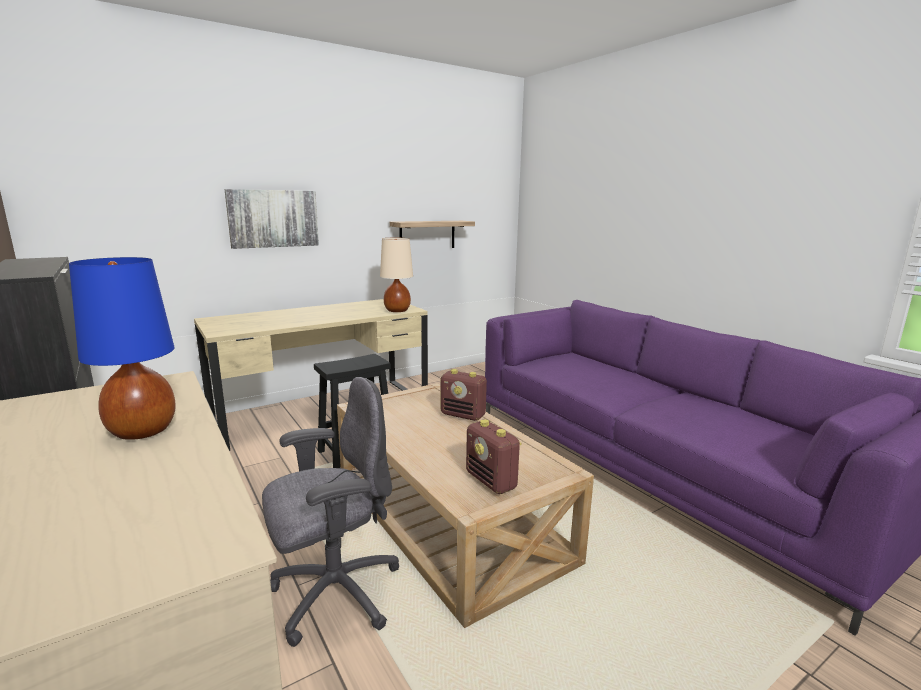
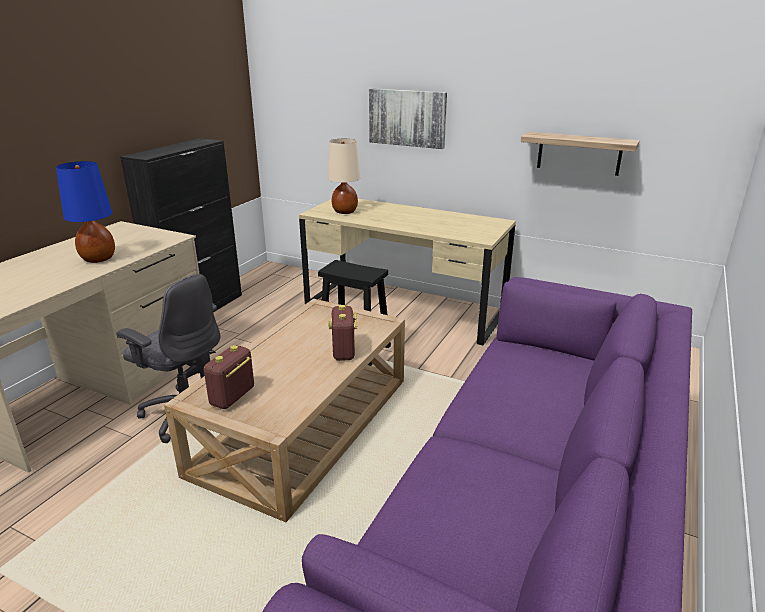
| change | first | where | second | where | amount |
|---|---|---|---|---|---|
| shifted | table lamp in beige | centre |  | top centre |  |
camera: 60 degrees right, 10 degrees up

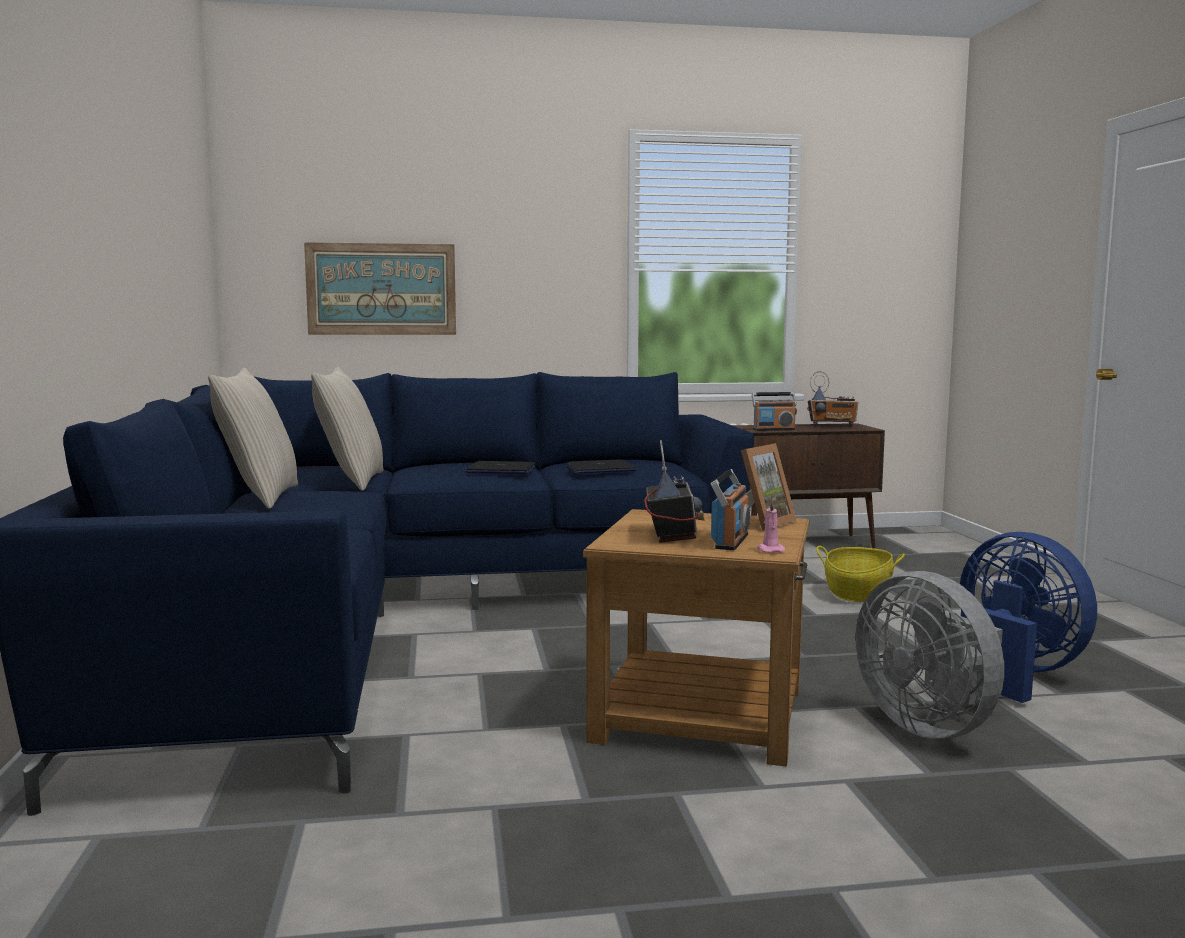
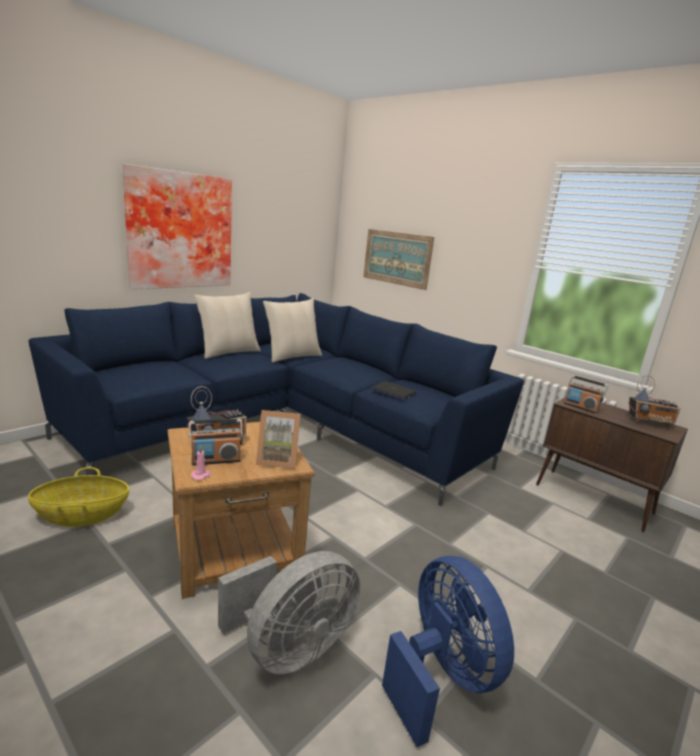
| change | first | where | second | where | amount |
|---|---|---|---|---|---|
| gone | laptop (no. 1 from left) | centre |  |  |  |
| rotated | radio (no. 4 from left) | middle right |  | middle right | 45 degrees counterclockwise |
| shifted | basket | middle right |  | middle left |  |
| rotated | fan in grey | bottom right |  | bottom centre | 150 degrees counterclockwise |
| rotated | fan in blue | middle right |  | bottom centre | 45 degrees counterclockwise |
| new |  |  | picture (no. 1 from left) | top left |  |
camera: 50 degrees right, 10 degrees up

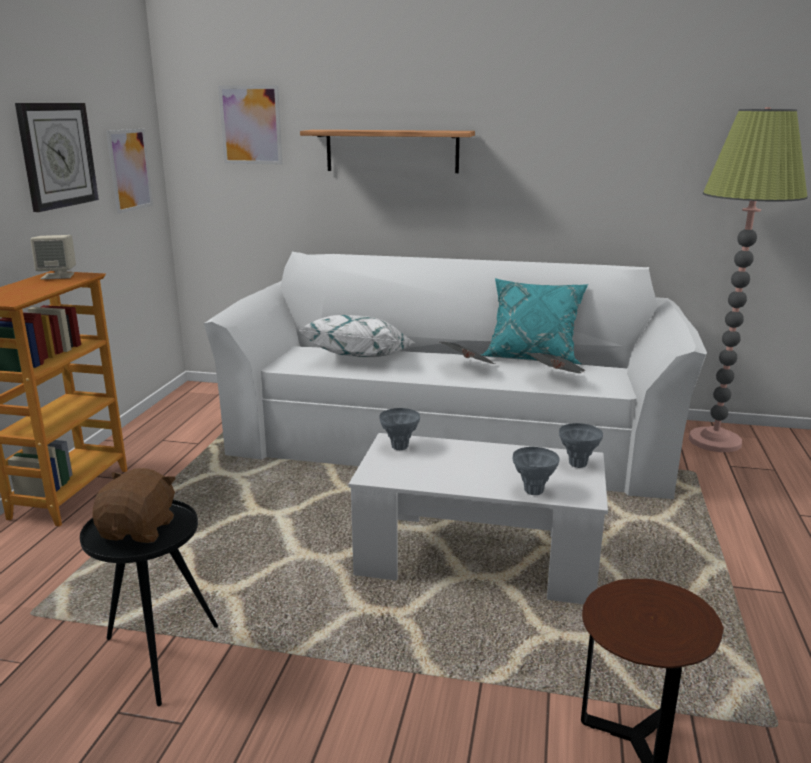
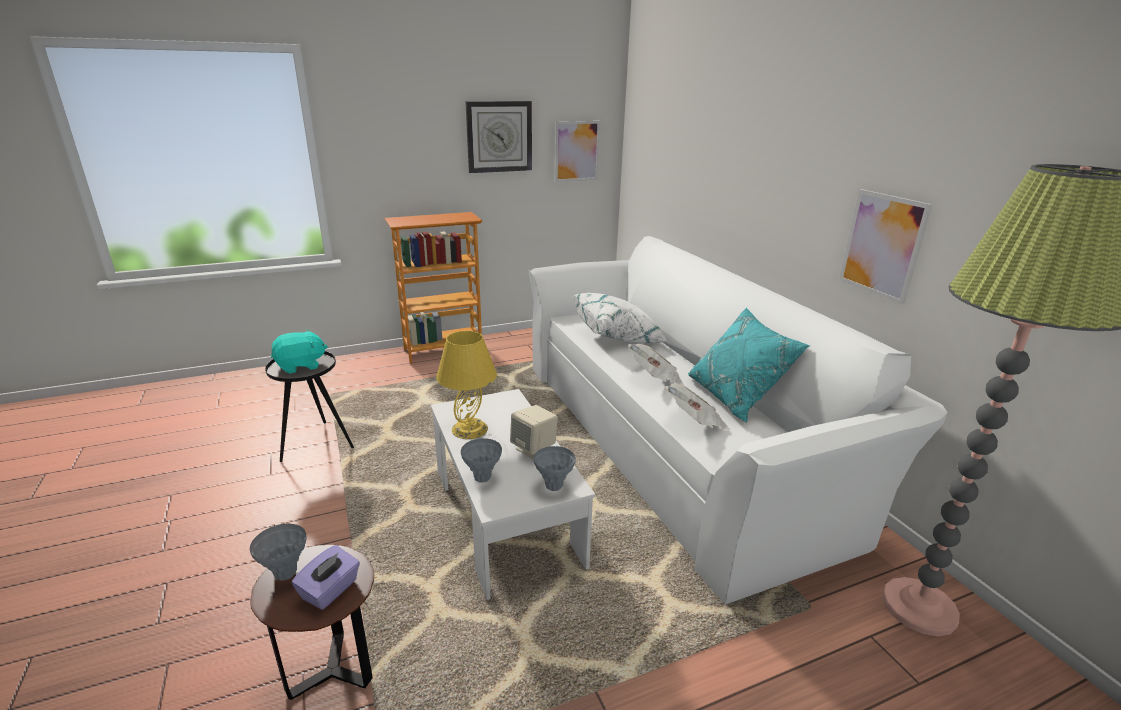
| change | first | where | second | where | amount |
|---|---|---|---|---|---|
| shifted | speaker in beige | middle left |  | centre |  |
| repainted | plush toy in brown | middle left | plush toy in turquoise | middle left |  |
| shifted | picture (no. 2 from left) | top left |  | middle right |  |
| gone | shelf | top centre |  |  |  |
| shifted | vase in grey (no. 1 from left) | centre |  | bottom left |  |
| new |  |  | tissue box in purple | bottom left |  |
| new |  |  | table lamp in yellow | centre |  |
camera: 55 degrees right, 5 degrees up

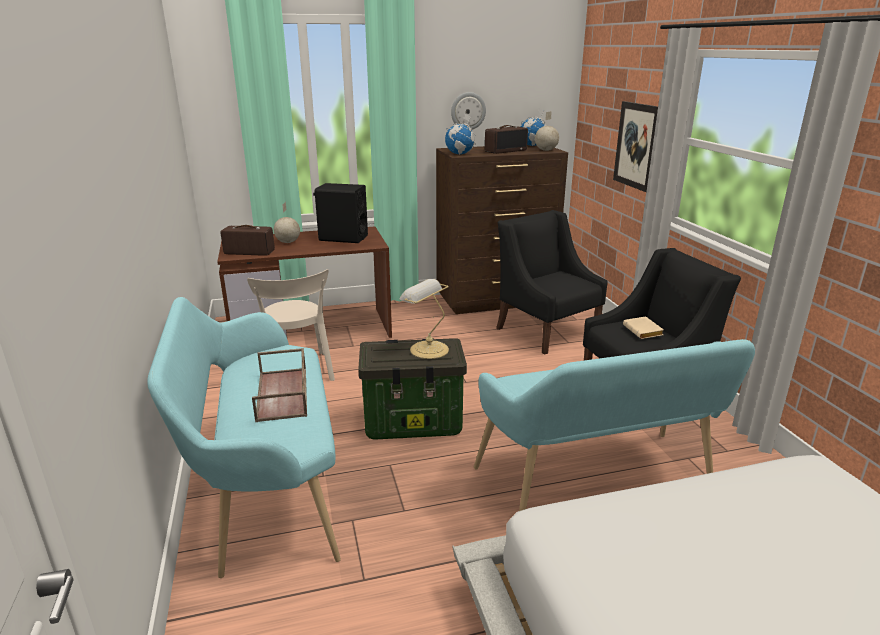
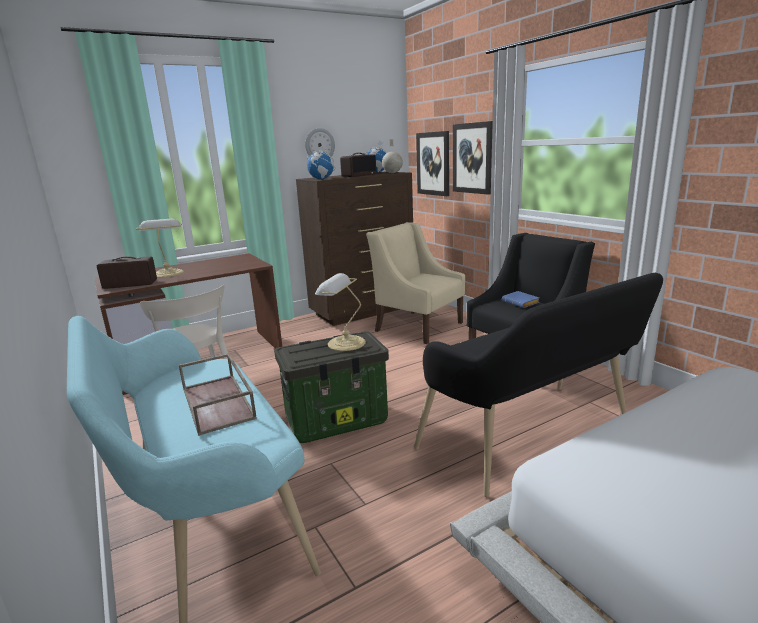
| change | first | where | second | where | amount |
|---|---|---|---|---|---|
| swapped | globe (no. 1 from left) | middle left | table lamp (no. 1 from left) | middle left |  |
| gone | speaker in black | centre |  |  |  |
| repainted | bench in turquoise (no. 2 from left) | bottom right | bench in black | middle right |  |
| repainted | armchair in black (no. 1 from left) | centre | armchair in beige | centre |  |
| repainted | book in beige | middle right | book in blue | middle right |  |
| new |  |  | picture (no. 1 from left) | top centre |  |
camera: 15 degrees left, 5 degrees down

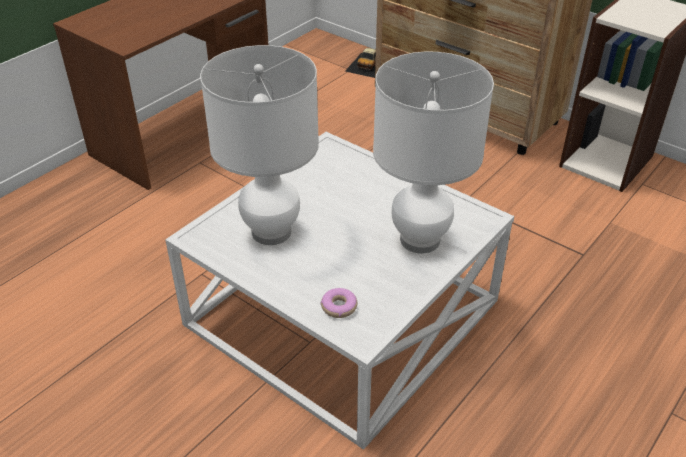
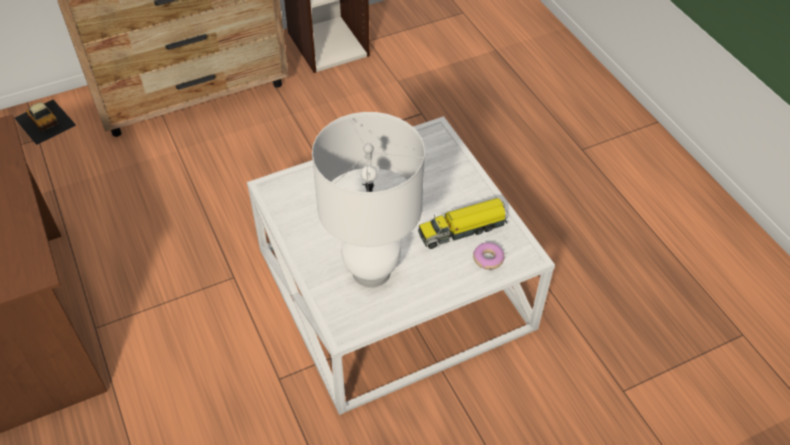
| change | first | where | second | where | amount |
|---|---|---|---|---|---|
| gone | table lamp in white (no. 2 from left) | top centre |  |  |  |
| new |  |  | toy truck | centre |  |
camera: 65 degrees left, 10 degrees up

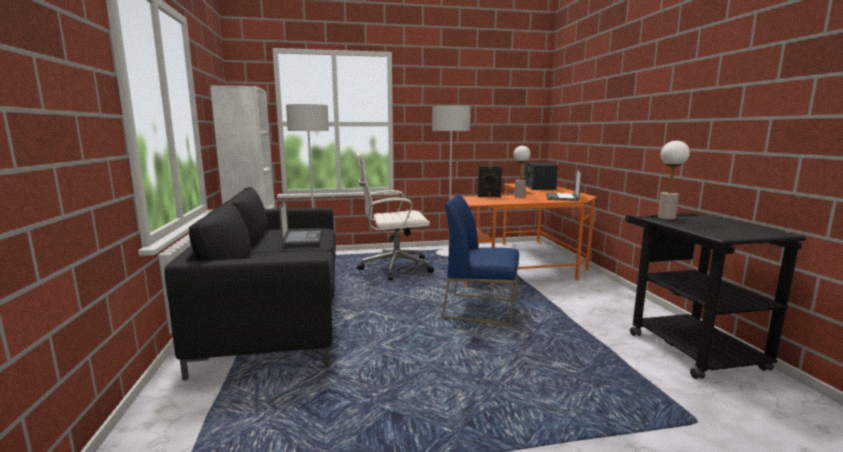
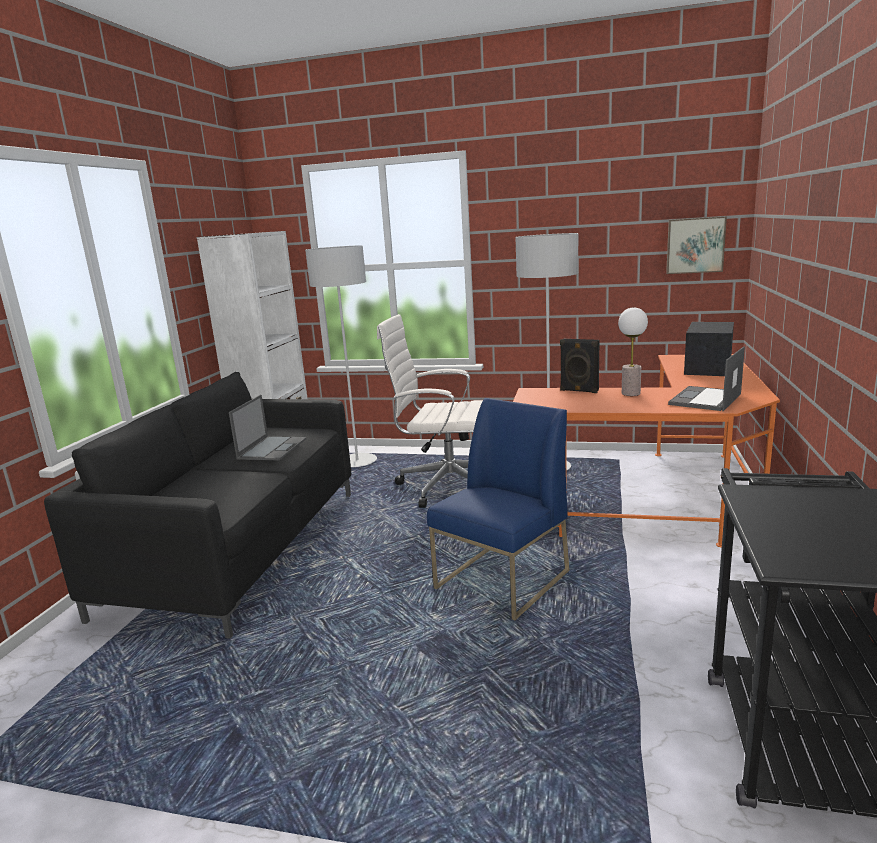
| change | first | where | second | where | amount |
|---|---|---|---|---|---|
| rotated | chair in blue | centre |  | centre | 90 degrees clockwise |
| gone | table lamp (no. 2 from left) | middle right |  |  |  |
| new |  |  | picture | top right |  |
camera: 25 degrees right, 5 degrees up

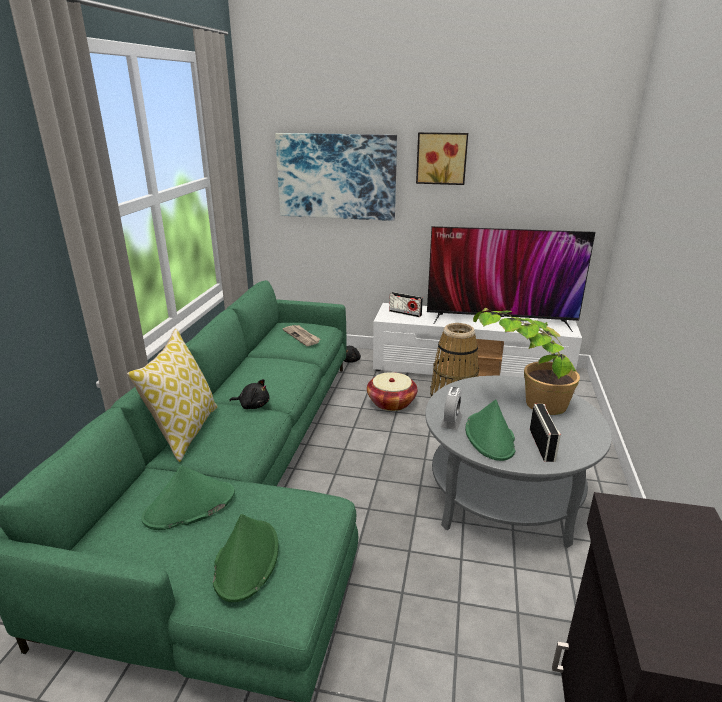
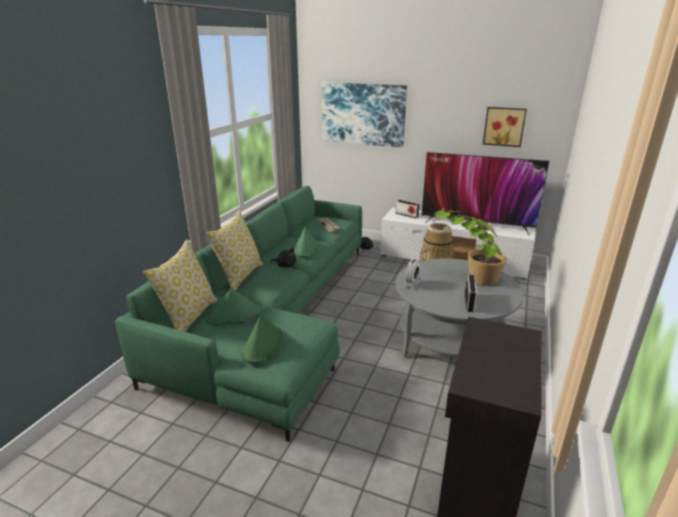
| change | first | where | second | where | amount |
|---|---|---|---|---|---|
| gone | basket (no. 1 from left) | centre |  |  |  |
| shifted | picture (no. 2 from left) | top centre |  | top right |  |
| shifted | hat in green (no. 3 from left) | middle right |  | centre |  |
| new |  |  | pillow (no. 1 from left) | middle left |  |
camera: 10 degrees right, 0 degrees up

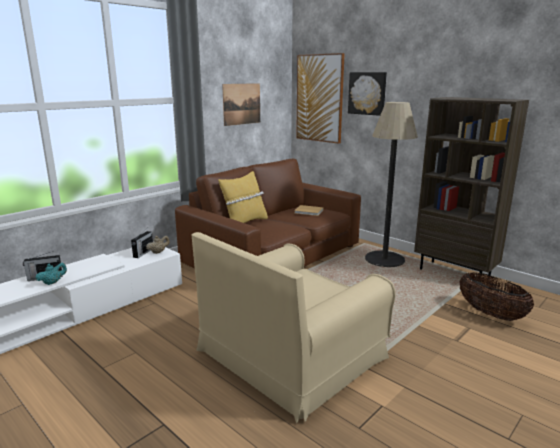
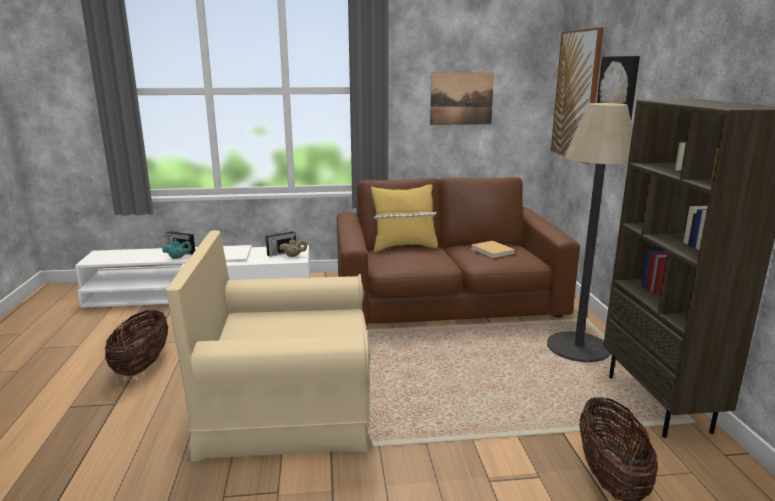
| change | first | where | second | where | amount |
|---|---|---|---|---|---|
| new |  |  | basket (no. 1 from left) | bottom left |  |
camera: 40 degrees right, 0 degrees up

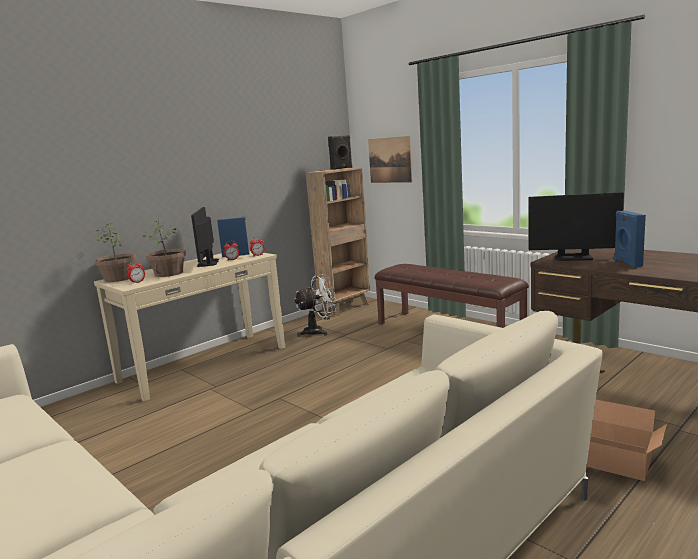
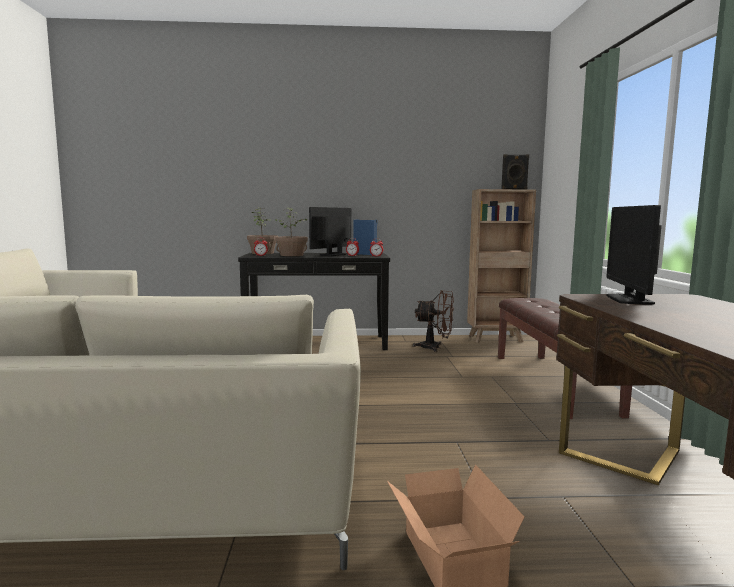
| change | first | where | second | where | amount |
|---|---|---|---|---|---|
| repainted | console table in beige | middle left | console table in black | centre |  |
| repainted | fan in white | centre | fan in brown | centre |  |
| gone | picture | top centre |  |  |  |
| rotated | monitor (no. 2 from left) | middle right |  | middle right | 45 degrees clockwise |
| gone | speaker in blue (no. 2 from left) | middle right |  |  |  |
camera: 40 degrees right, 5 degrees down

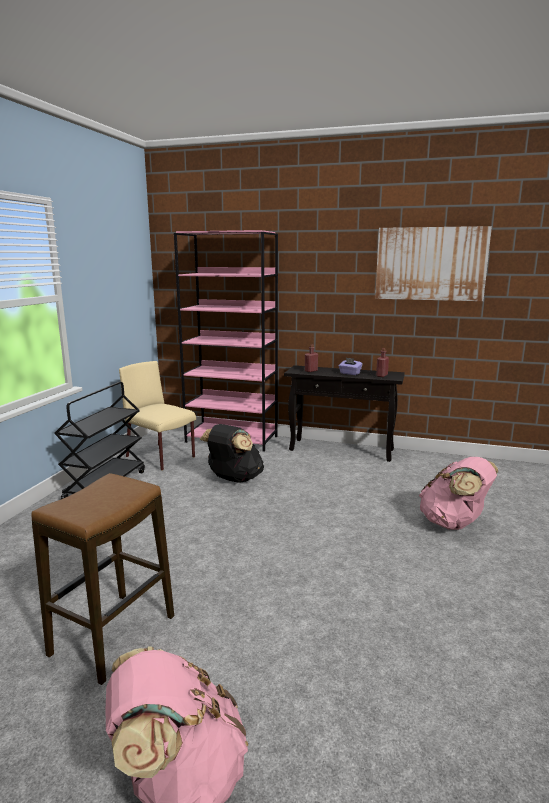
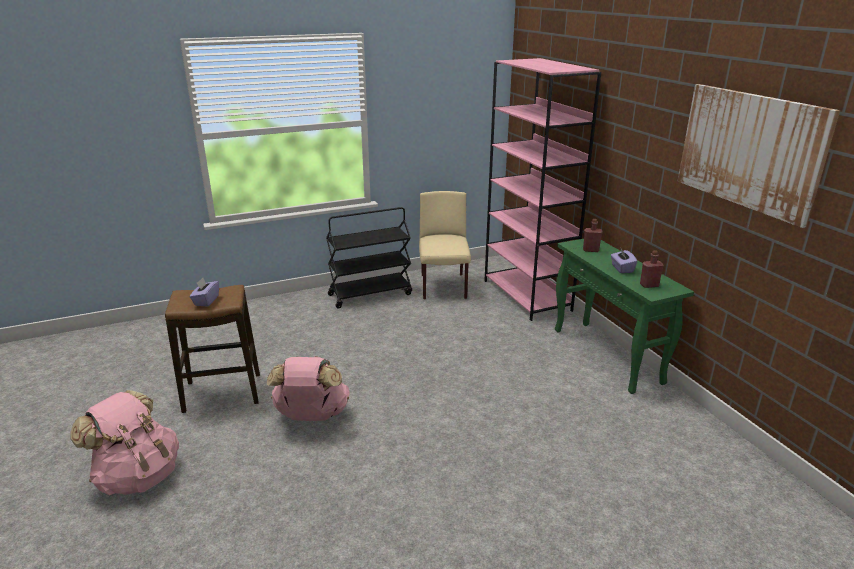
| change | first | where | second | where | amount |
|---|---|---|---|---|---|
| gone | backpack in black | centre |  |  |  |
| repainted | console table in black | centre | console table in green | middle right |  |
| shifted | backpack in pink (no. 2 from left) | middle right |  | bottom centre |  |
| new |  |  | tissue box in purple (no. 1 from left) | middle left |  |
camera: 50 degrees right, 10 degrees up

